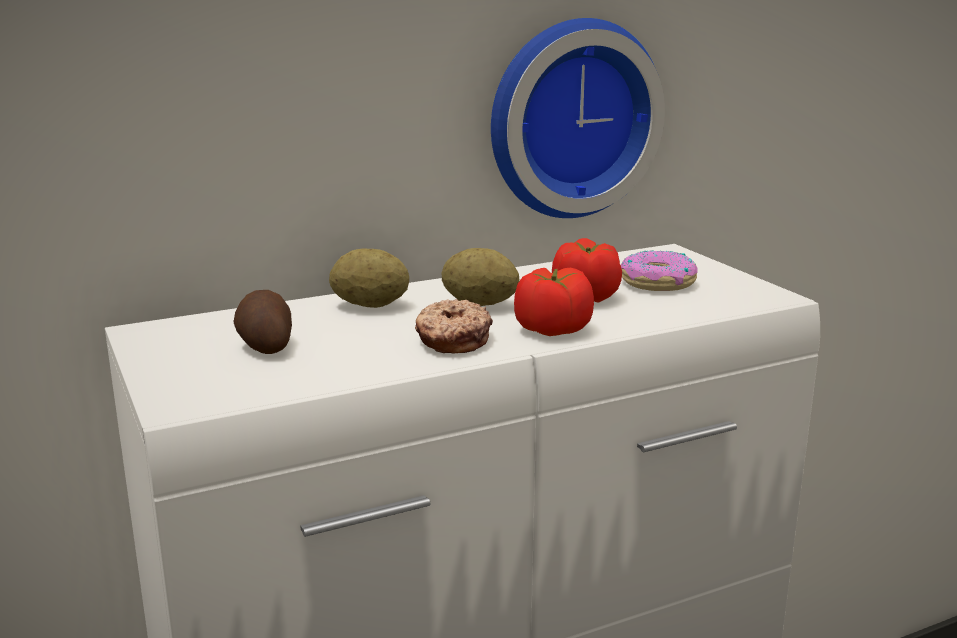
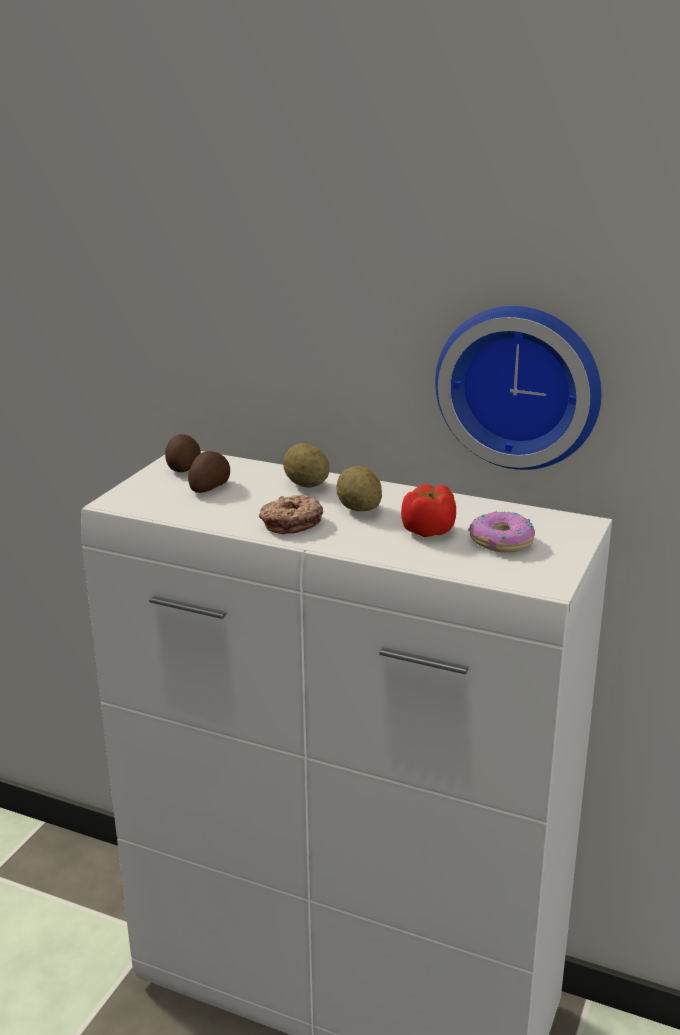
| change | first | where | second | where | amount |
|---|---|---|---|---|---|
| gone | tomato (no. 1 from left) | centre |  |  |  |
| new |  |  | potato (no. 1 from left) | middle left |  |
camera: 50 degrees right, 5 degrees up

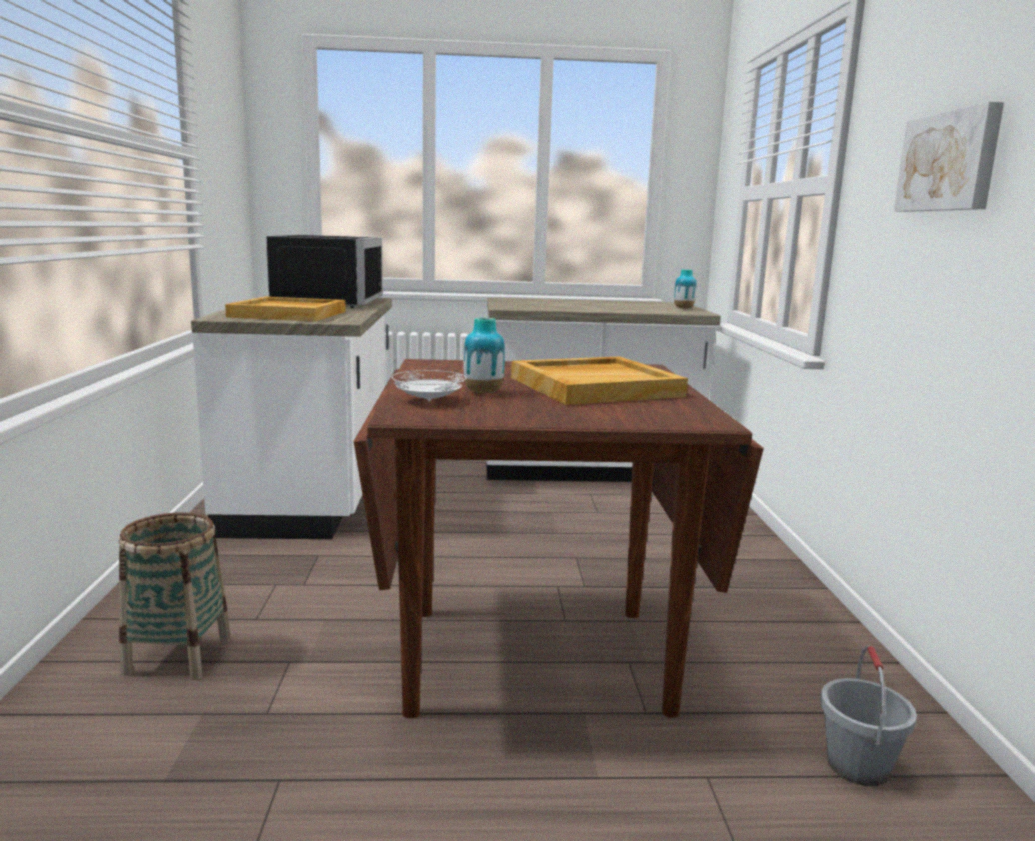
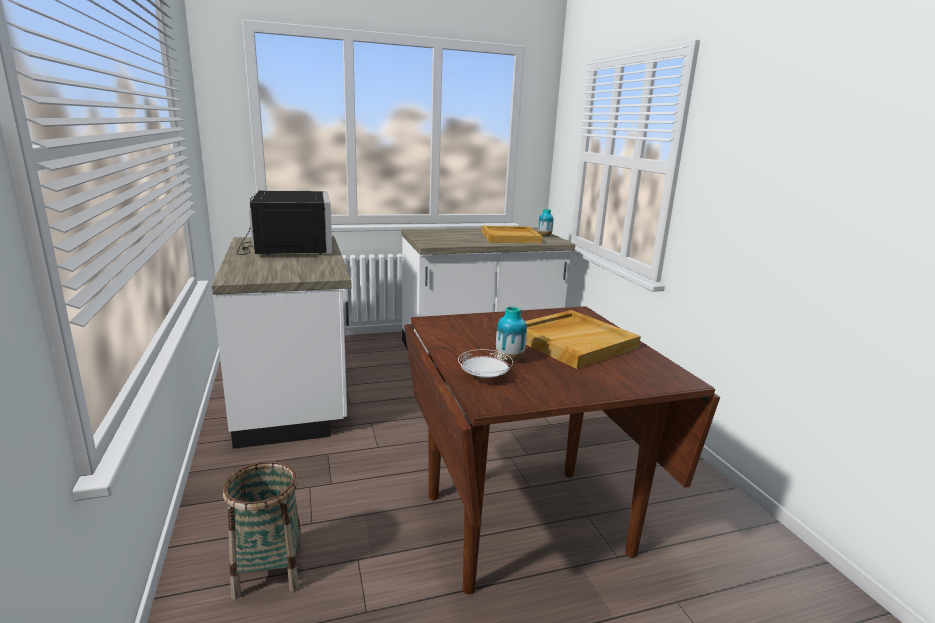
| change | first | where | second | where | amount |
|---|---|---|---|---|---|
| shifted | tray in beige (no. 1 from left) | middle left |  | centre |  |
| gone | bucket in grey | bottom right |  |  |  |
| gone | picture | top right |  |  |  |
camera: 15 degrees left, 5 degrees up

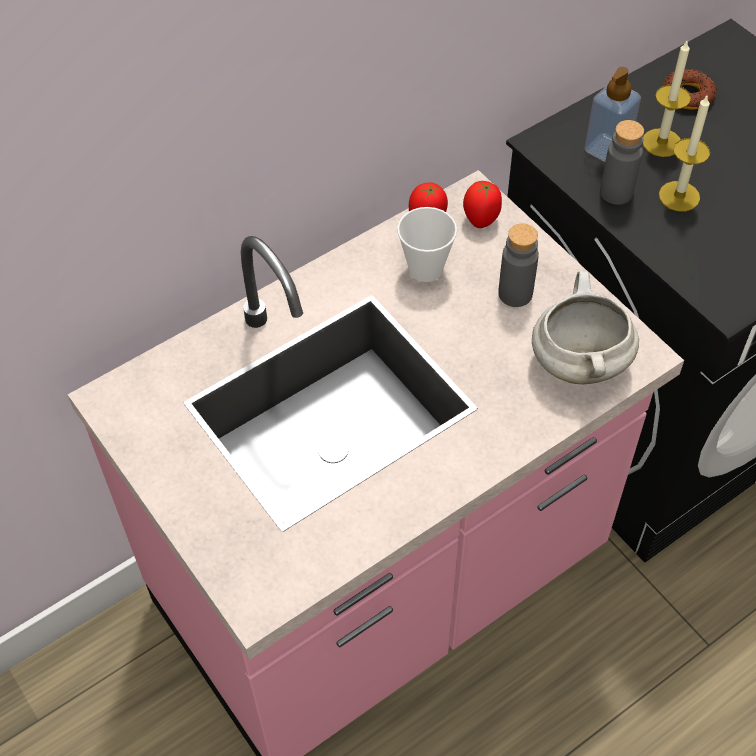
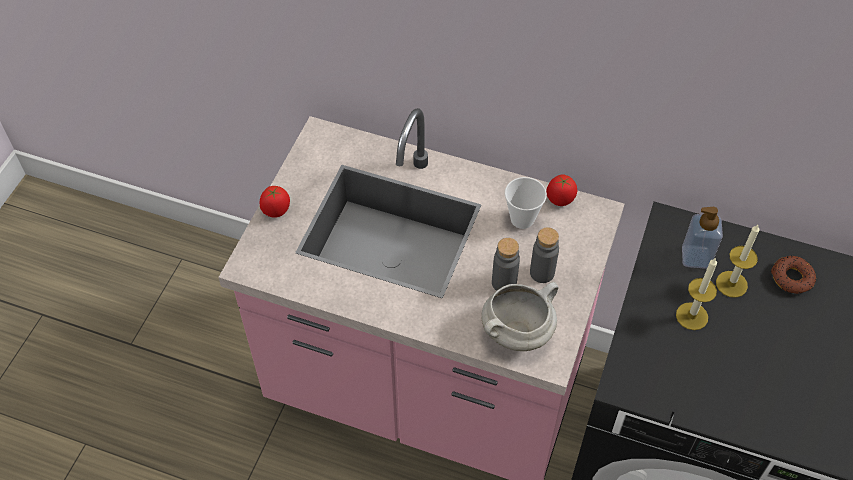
| change | first | where | second | where | amount |
|---|---|---|---|---|---|
| shifted | tomato (no. 2 from left in the first image) | top centre | tomato (no. 1 from left) | middle left |  |
| shifted | bottle in grey (no. 2 from left in the first image) | top right | bottle in grey (no. 1 from left) | centre |  |
camera: 55 degrees right, 0 degrees up

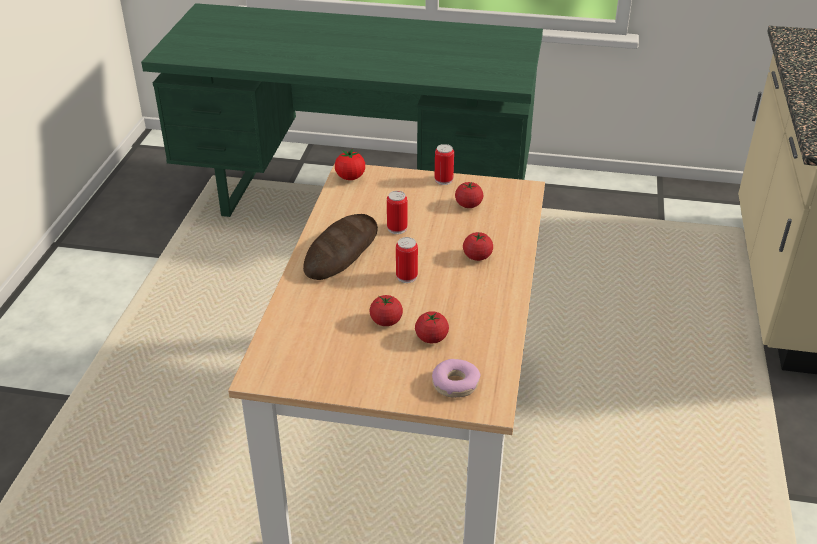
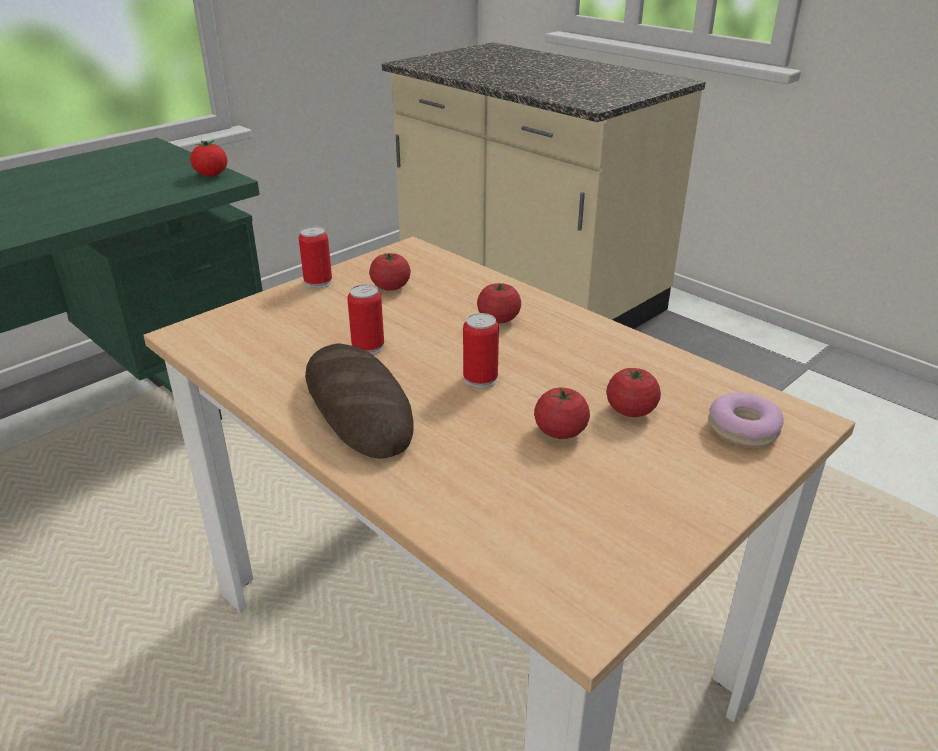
| change | first | where | second | where | amount |
|---|---|---|---|---|---|
| shifted | tomato (no. 1 from left) | top centre |  | top left |  |
camera: 55 degrees left, 5 degrees down

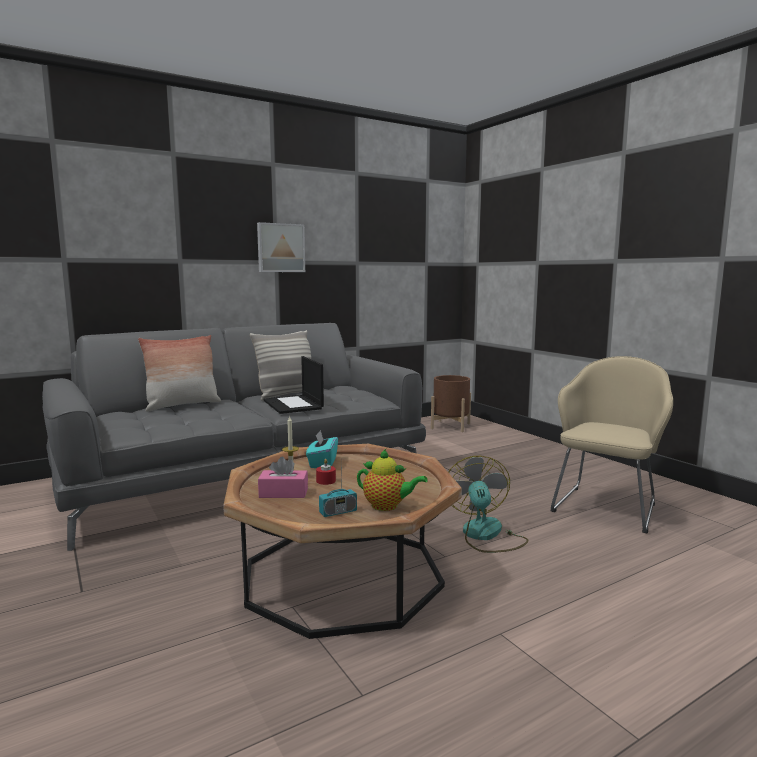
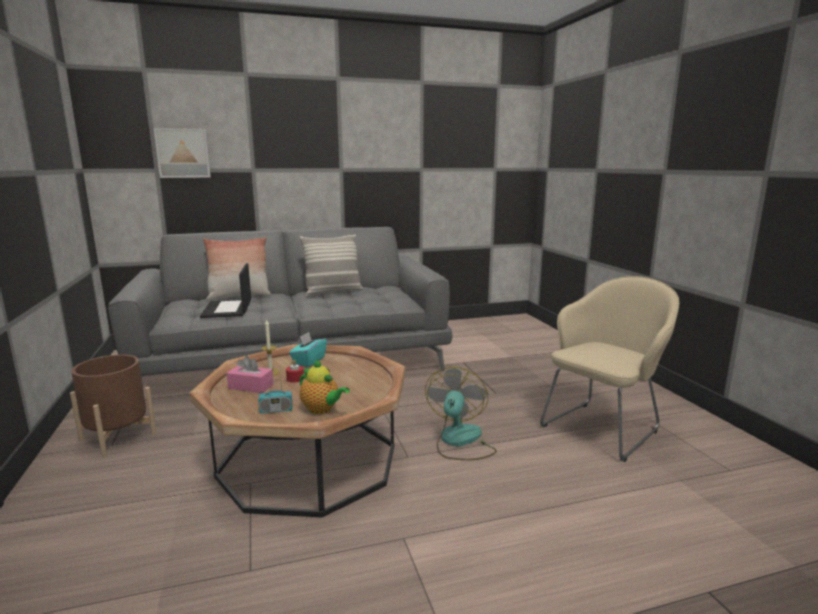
| change | first | where | second | where | amount |
|---|---|---|---|---|---|
| shifted | picture | top centre |  | top left |  |
| shifted | laptop | centre |  | middle left |  |
| shifted | planter in brown | centre |  | middle left |  |
camera: 15 degrees right, 5 degrees up

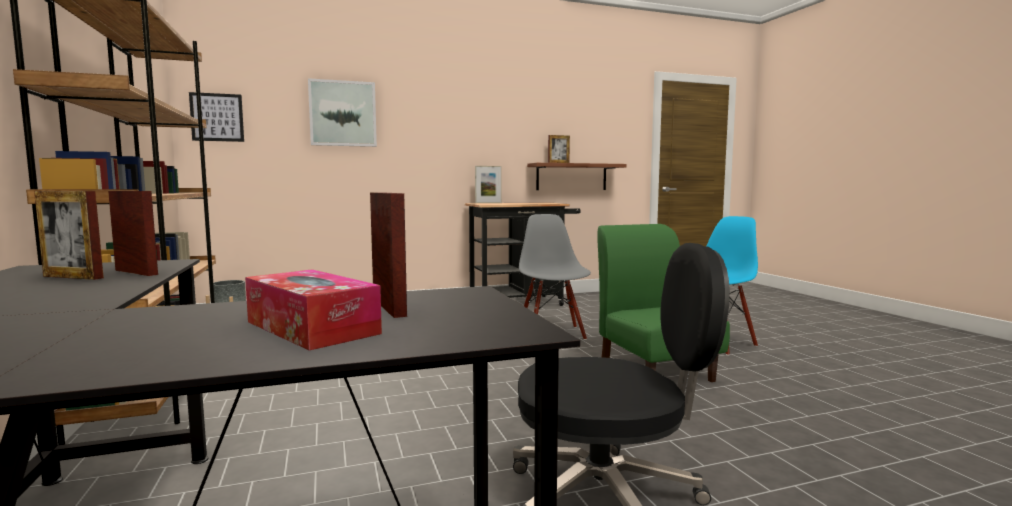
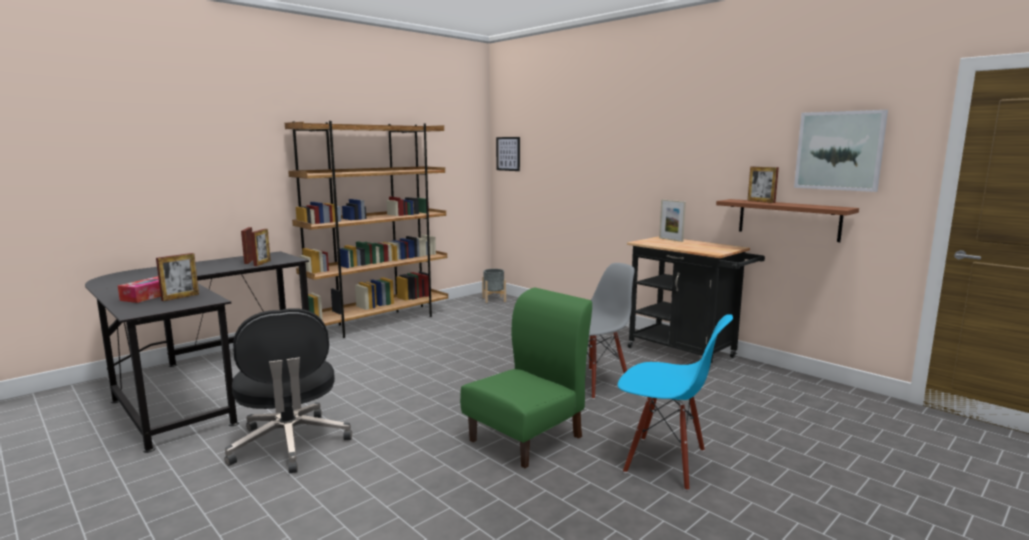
| change | first | where | second | where | amount |
|---|---|---|---|---|---|
| shifted | picture (no. 2 from left) | top centre |  | top right |  |
camera: 65 degrees right, 5 degrees up

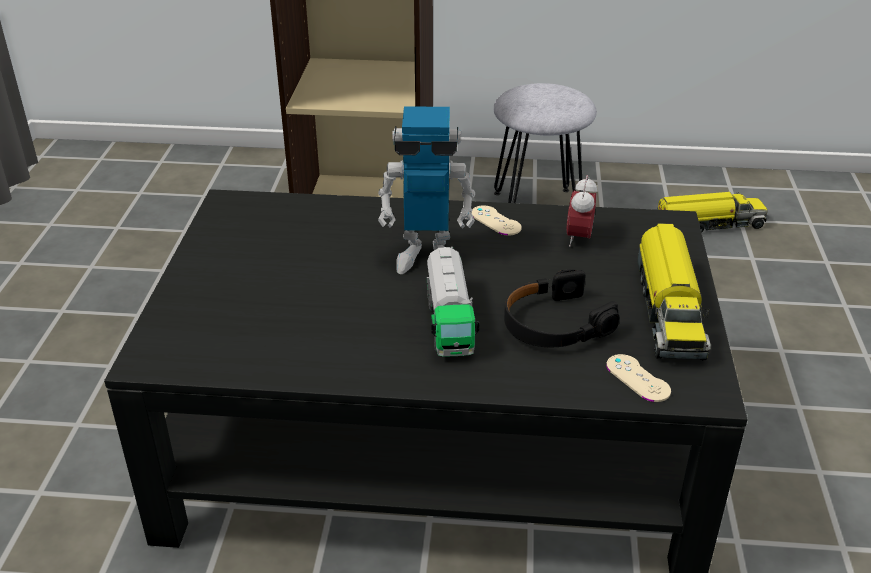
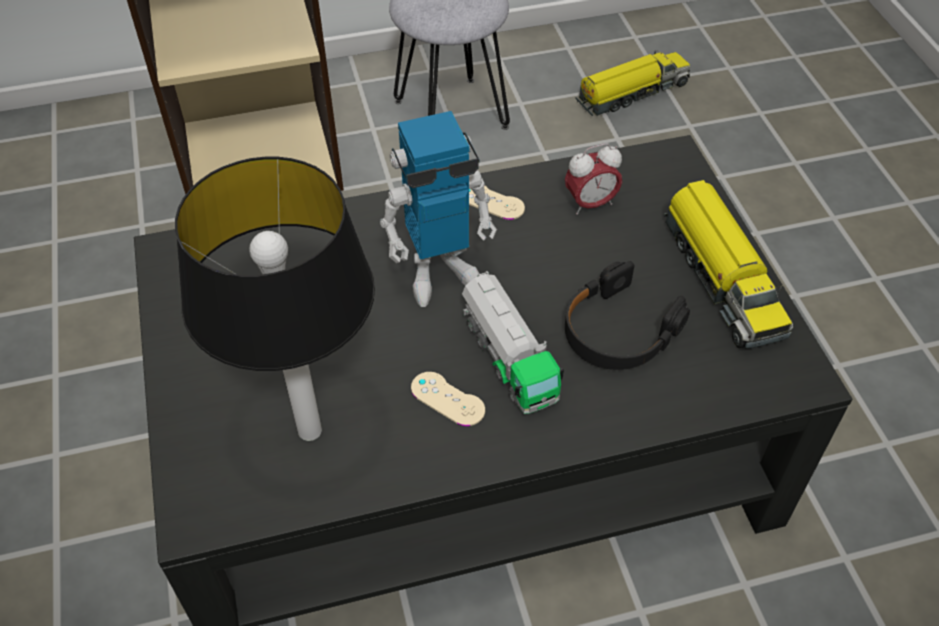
| change | first | where | second | where | amount |
|---|---|---|---|---|---|
| rotated | alarm clock | middle right |  | top centre | 105 degrees counterclockwise |
| shifted | game controller in beige (no. 2 from left in the first image) | middle right | game controller in beige (no. 1 from left) | centre |  |
| new |  |  | table lamp | middle left |  |
camera: 20 degrees left, 15 degrees up

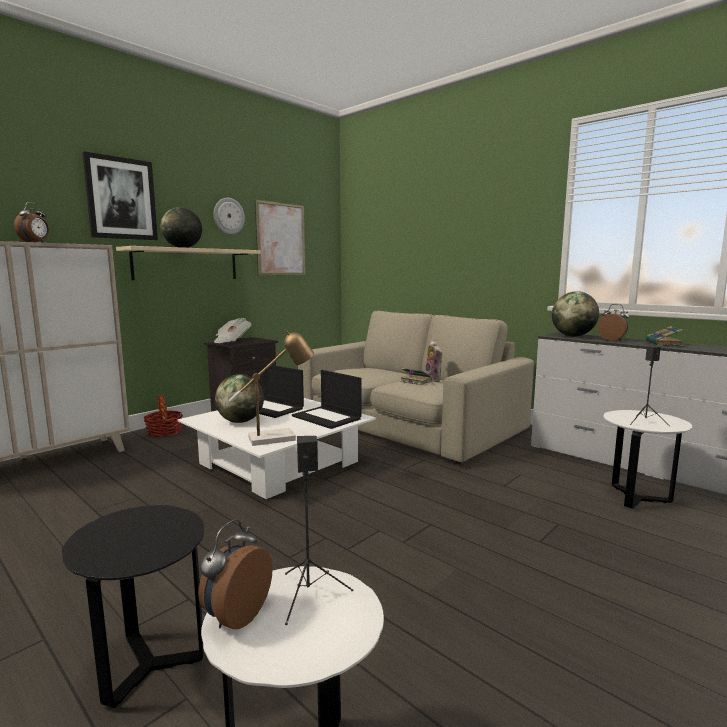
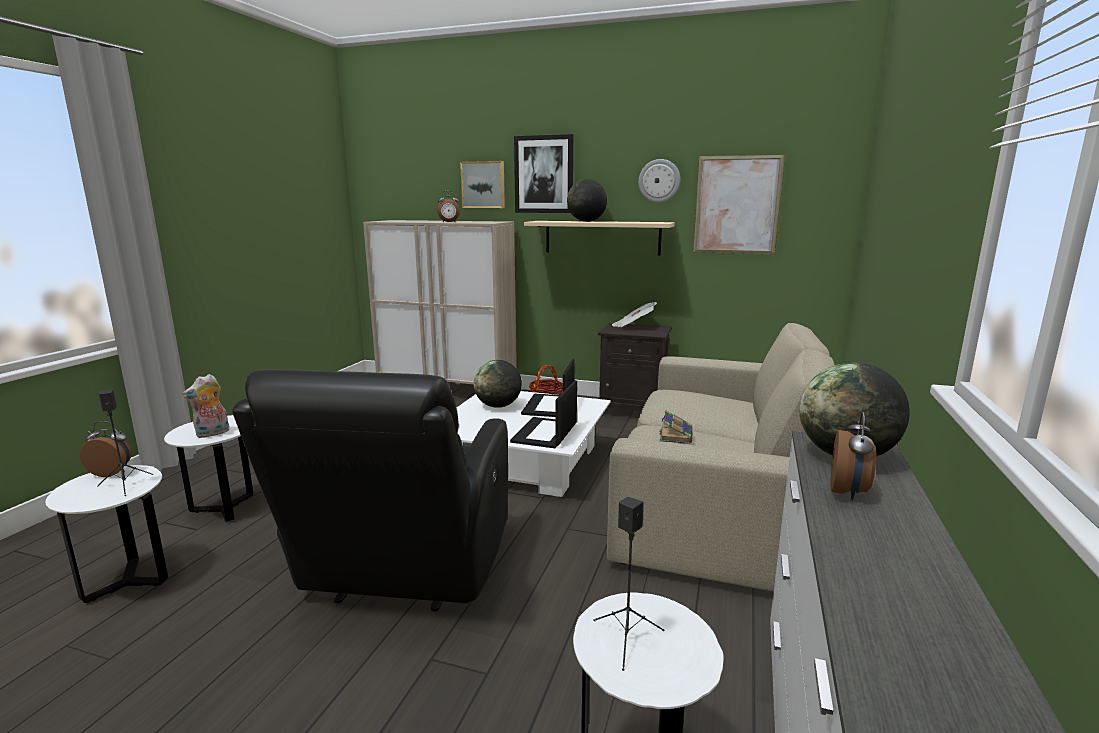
| change | first | where | second | where | amount |
|---|---|---|---|---|---|
| repainted | side table in black | bottom left | side table in white (no. 2 from left) | middle left |  |
| gone | table lamp | centre |  |  |  |
| shifted | plush toy | centre |  | middle left |  |
| gone | book (no. 2 from left) | middle right |  |  |  |
| new |  |  | armchair in black | bottom centre |  |
| new |  |  | picture (no. 1 from left) | top centre |  |
camera: 65 degrees right, 5 degrees up

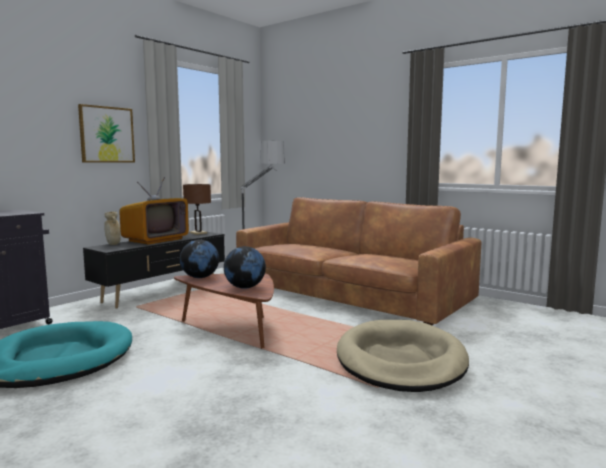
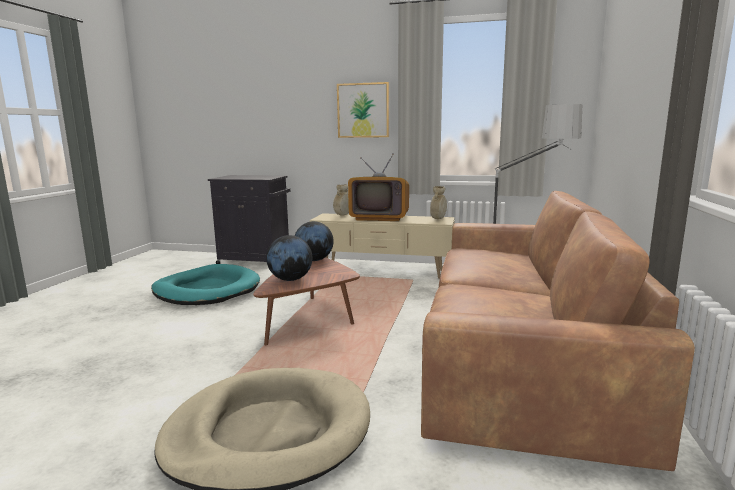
| change | first | where | second | where | amount |
|---|---|---|---|---|---|
| repainted | tv stand in black | middle left | tv stand in beige | centre |  |
| swapped | table lamp in brown | middle left | vase in beige (no. 2 from left) | centre |  |
camera: 65 degrees right, 5 degrees up

